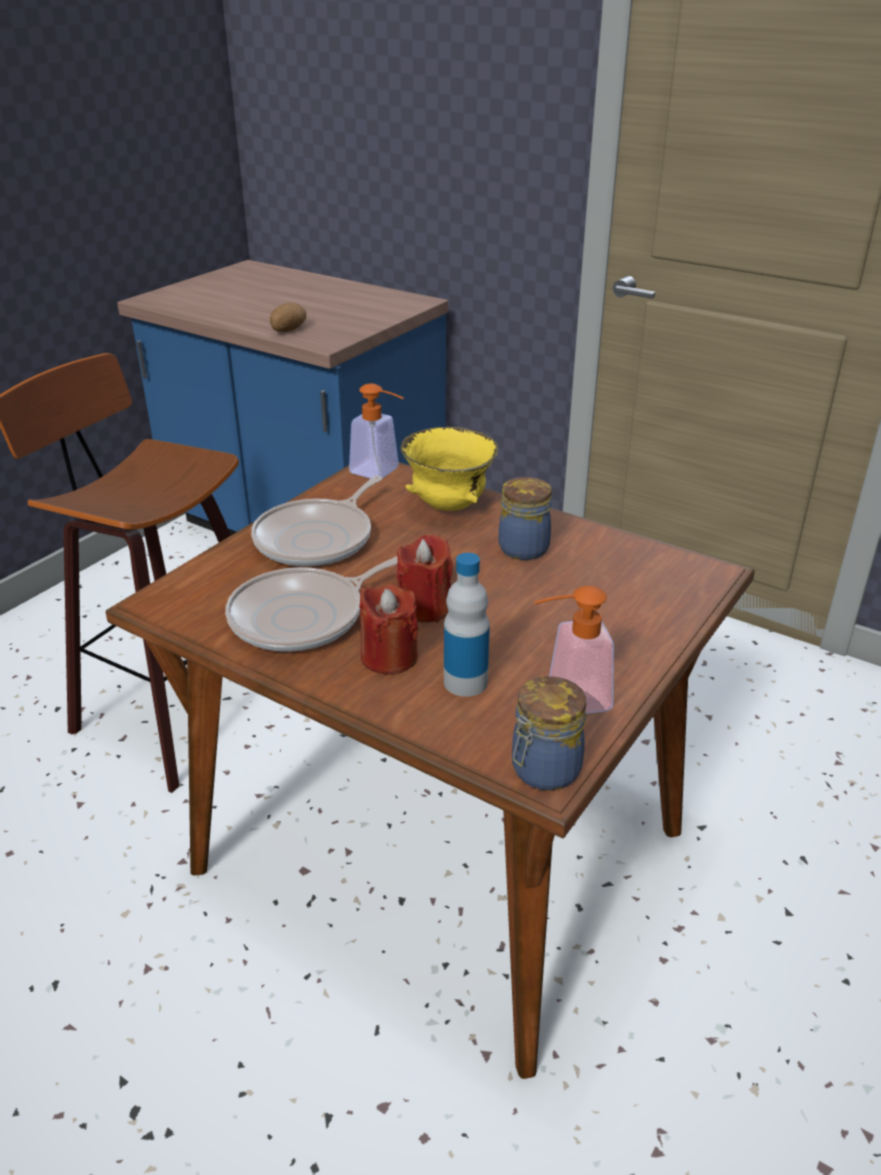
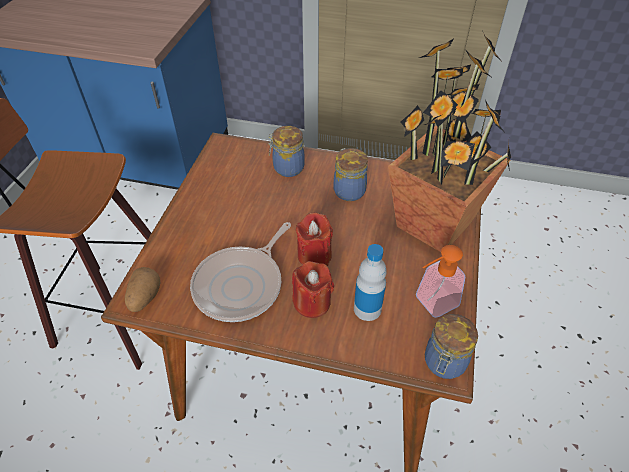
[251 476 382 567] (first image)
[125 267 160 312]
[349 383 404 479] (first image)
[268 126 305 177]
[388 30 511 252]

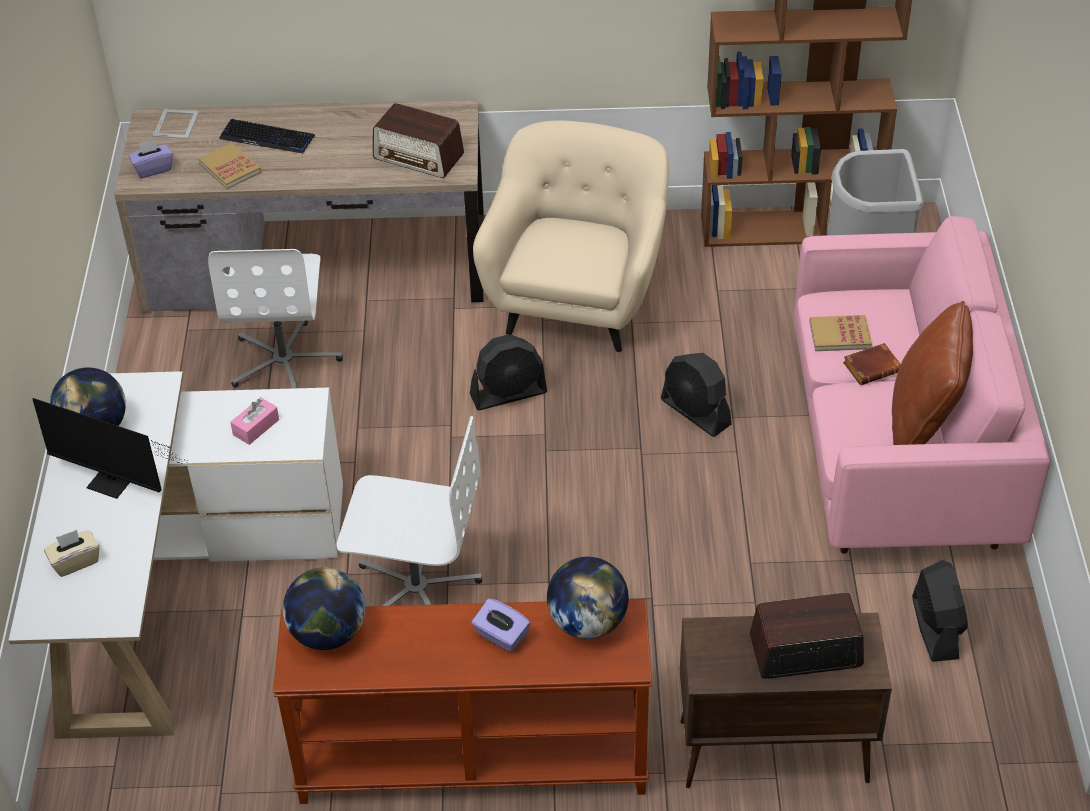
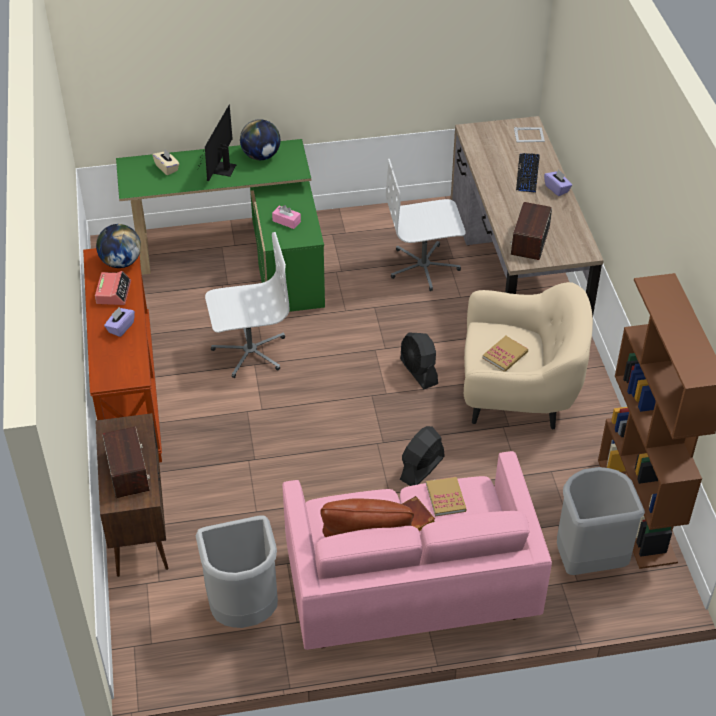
[116 139 325 312]
[544 169 572 196]
[483 336 528 372]
[205 232 289 378]
[547 557 629 639] (first image)
[196 516 278 628]
[95 271 131 305]

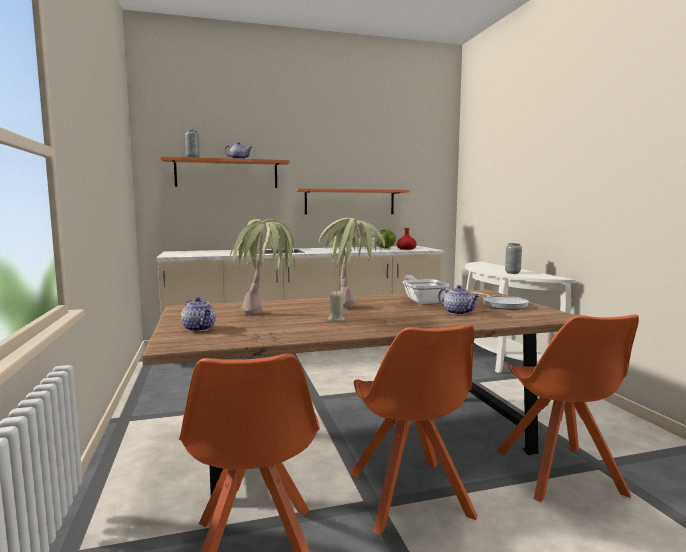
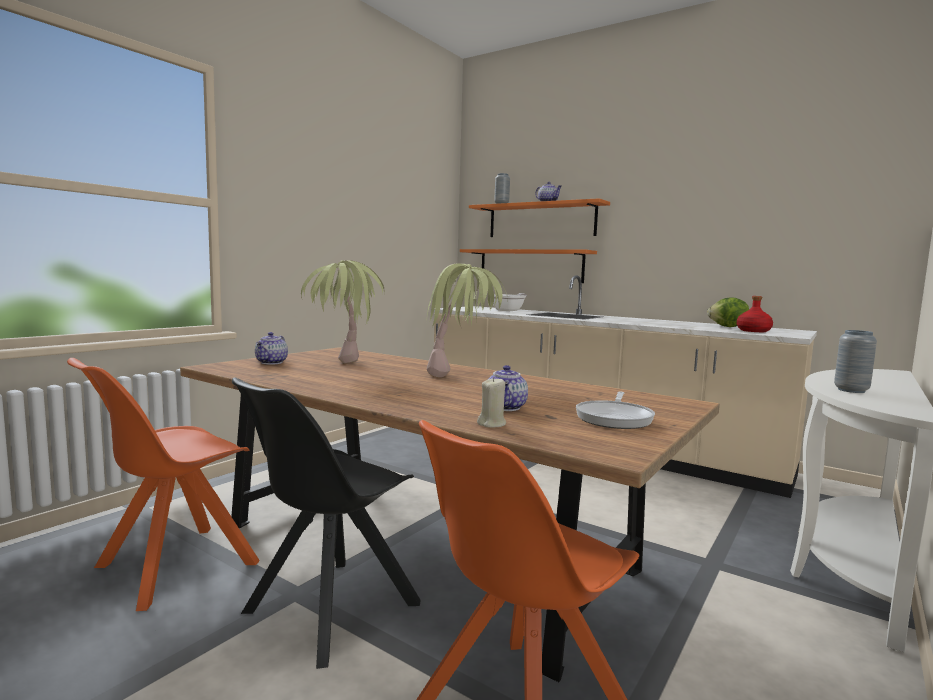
[460 249 597 283]
[477 377 506 428]
[232 377 421 669]
[493 293 527 311]

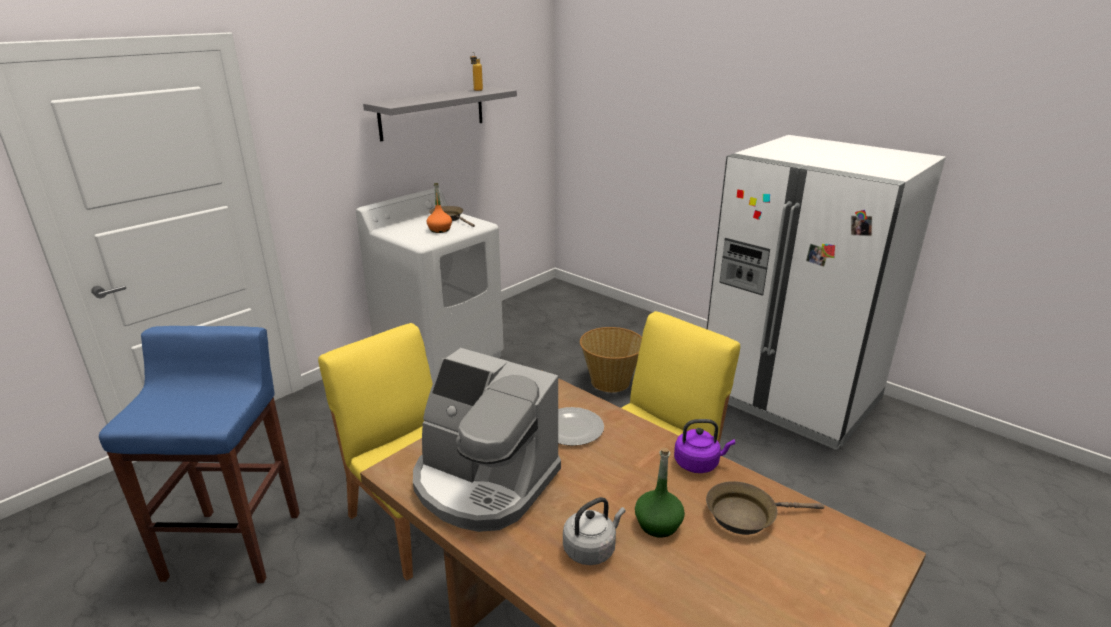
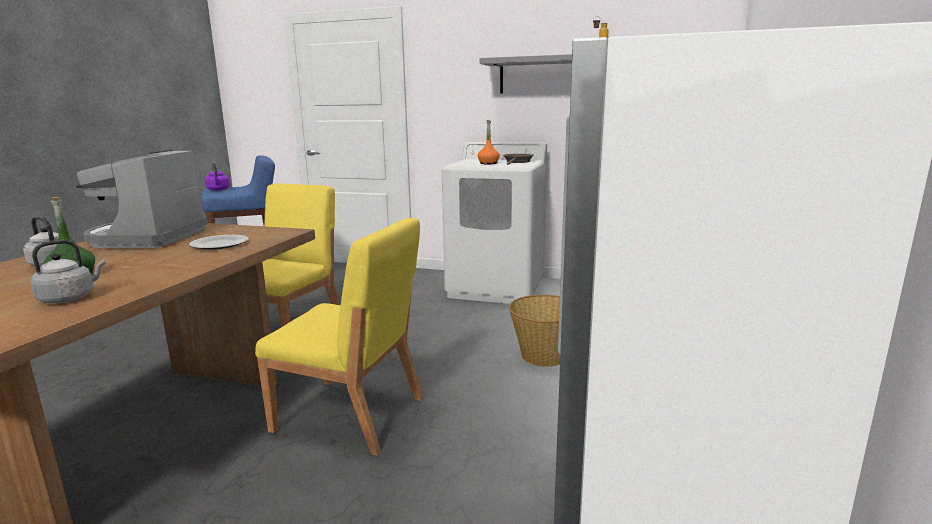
[205 162 230 191]
[30 240 106 303]

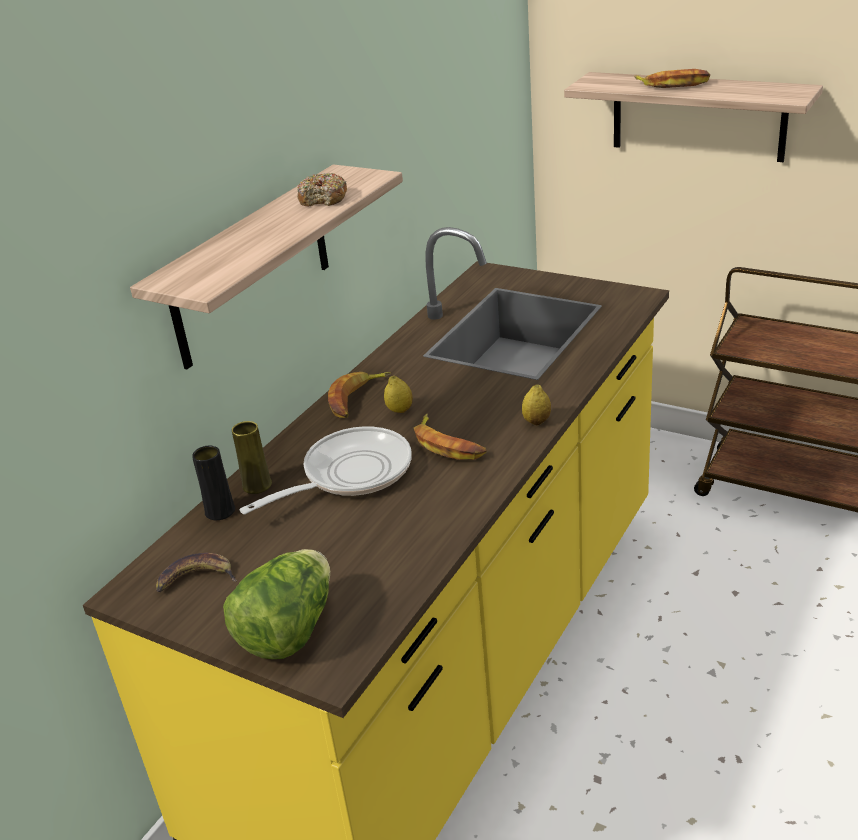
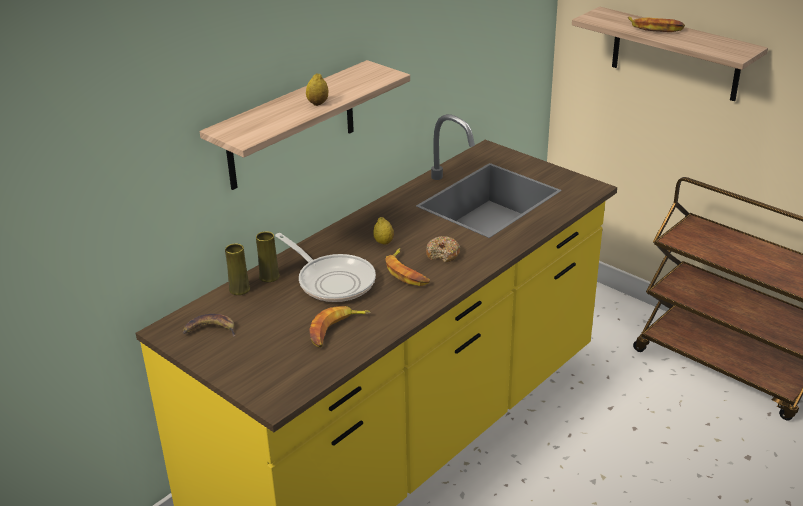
[225 243 250 295]
[223 549 330 659] (first image)
[275 233 376 302]
[426 236 460 263]
[309 306 371 347]
[306 73 328 106]

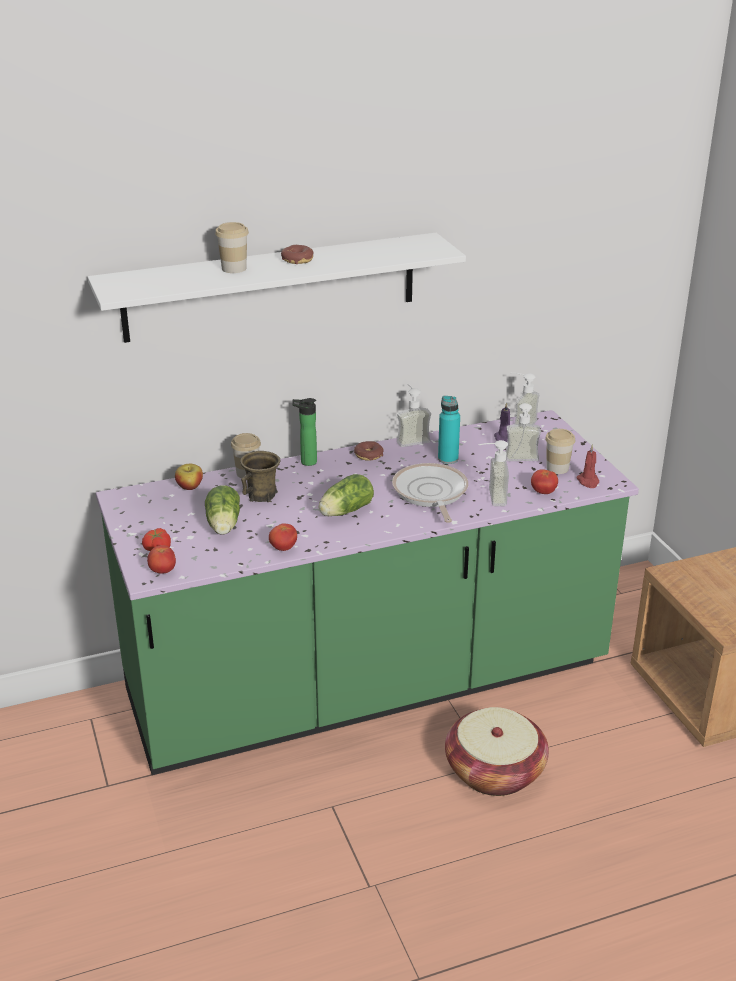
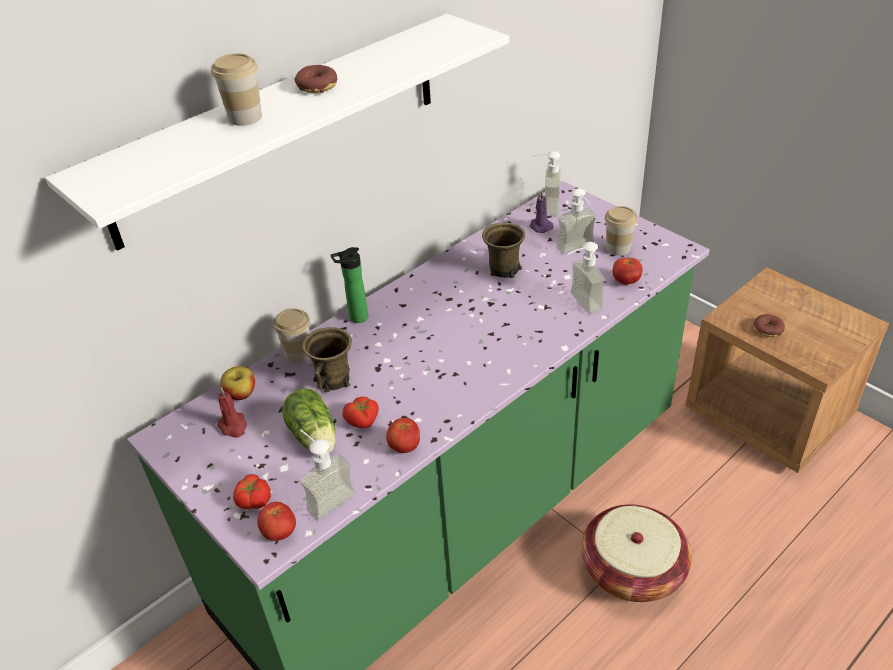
[318 474 374 516] (first image)
[754 314 785 337]
[392 463 468 523] (first image)
[299 430 356 521]
[482 223 525 278]
[217 387 247 438]
[342 397 379 428]

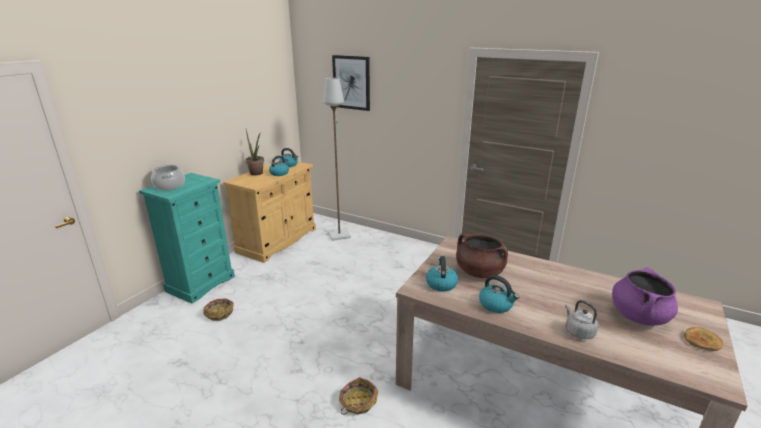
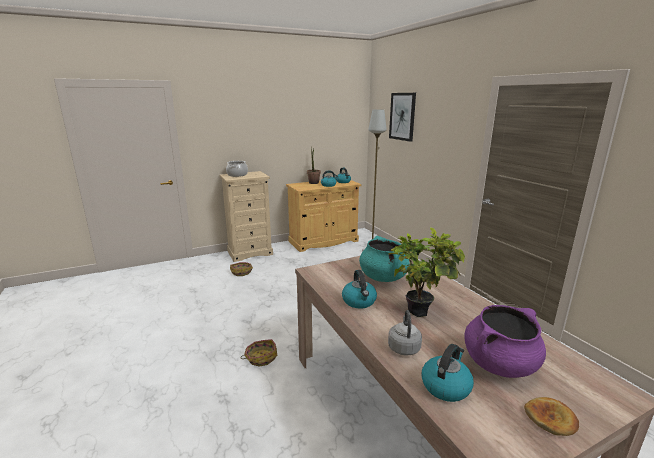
[219 171 273 262]
[421 344 474 402]
[359 236 410 282]
[388 227 465 317]

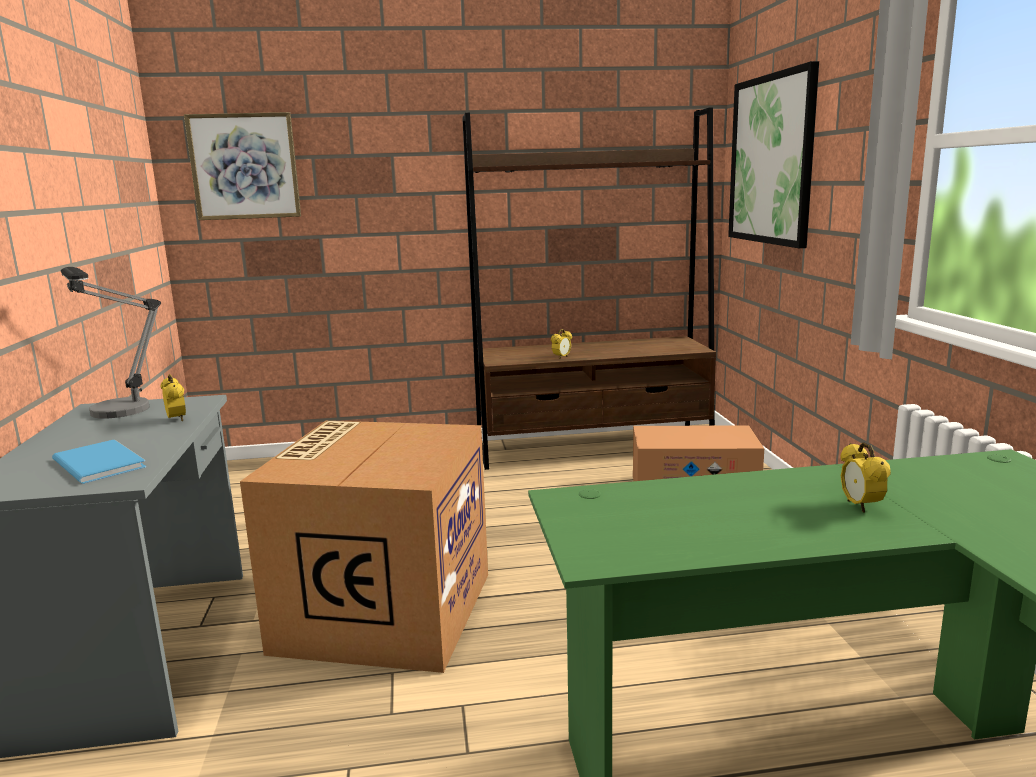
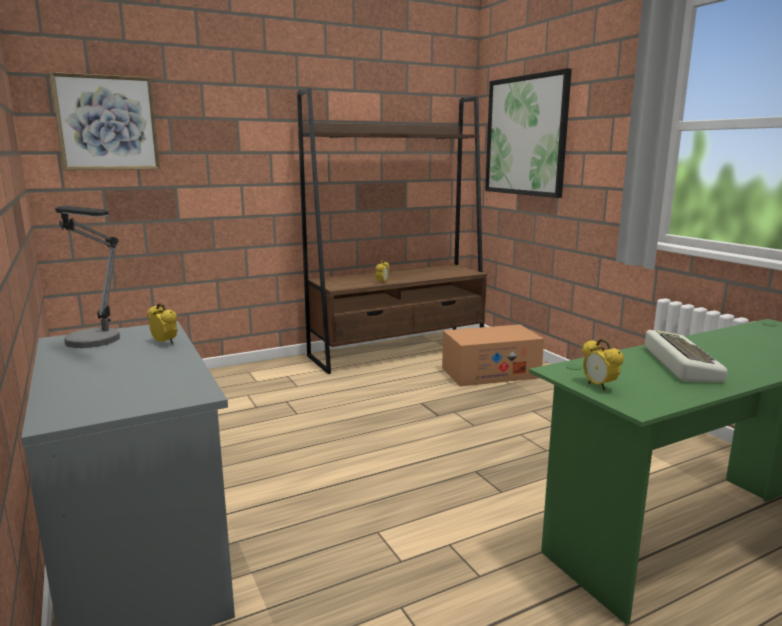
[52 440 146 484] (first image)
[240 421 488 673] (first image)
[582 339 624 391]
[645 330 728 383]

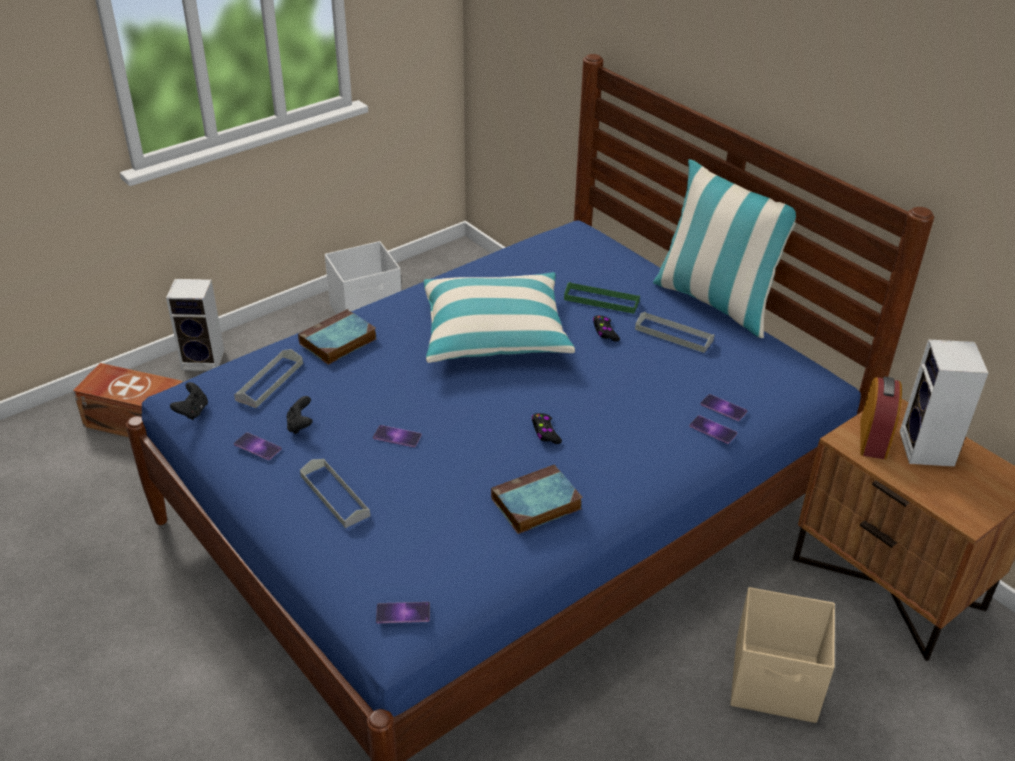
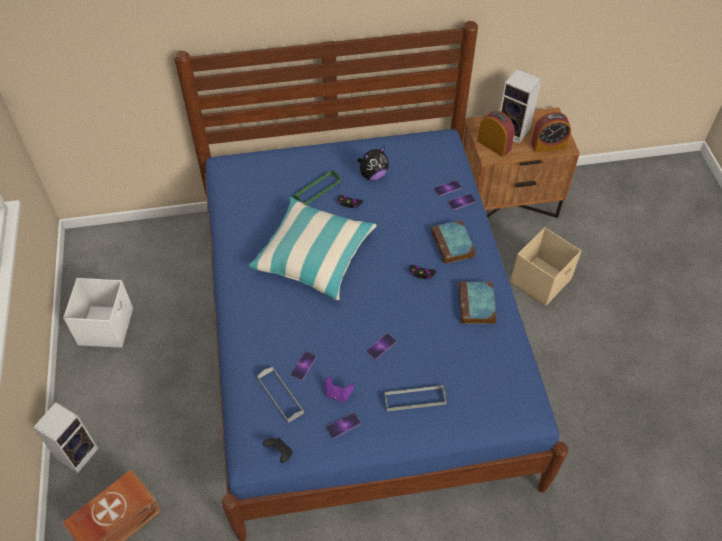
[325 376 354 402]
[431 220 476 264]
[290 351 317 381]
[357 146 389 180]
[653 159 796 338] (first image)
[531 112 571 152]

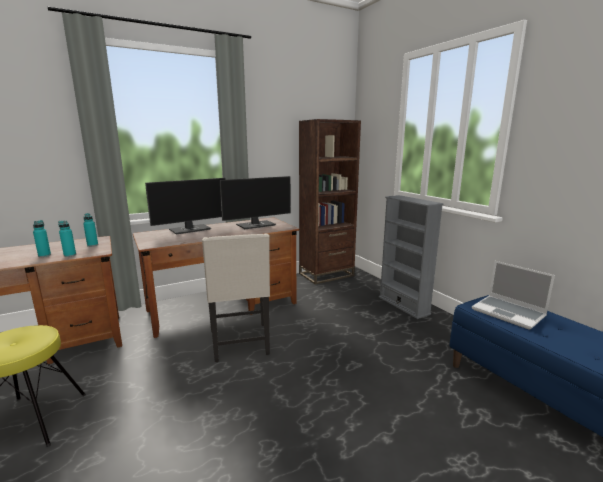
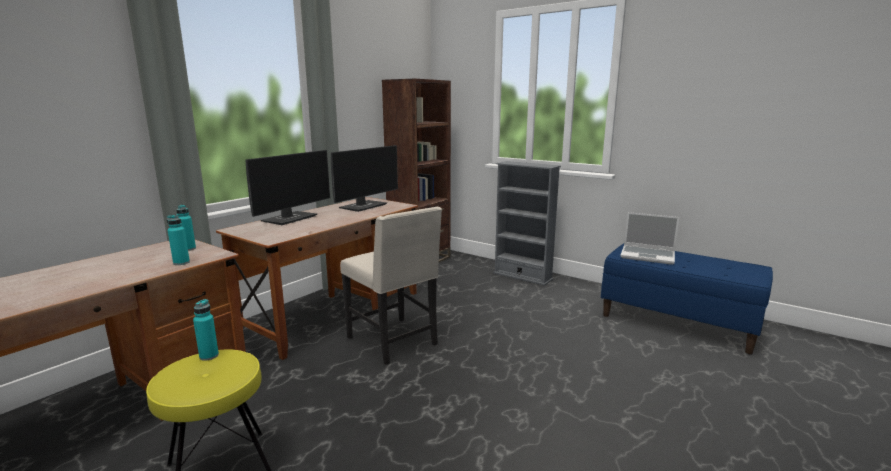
[193 299 219 361]

